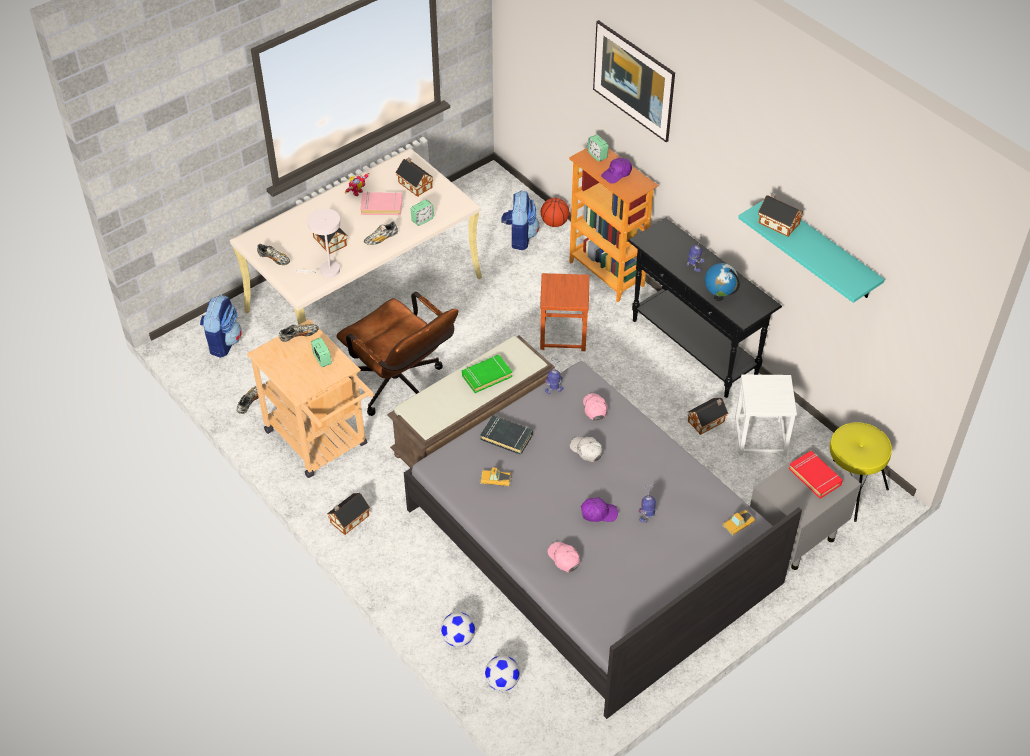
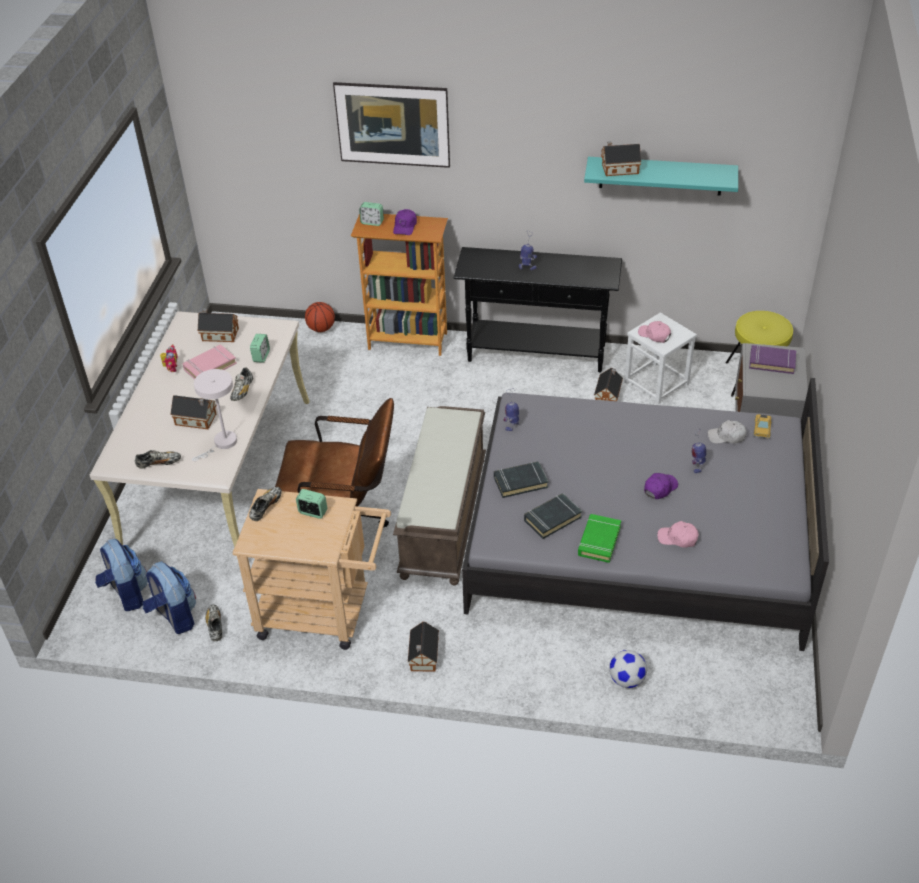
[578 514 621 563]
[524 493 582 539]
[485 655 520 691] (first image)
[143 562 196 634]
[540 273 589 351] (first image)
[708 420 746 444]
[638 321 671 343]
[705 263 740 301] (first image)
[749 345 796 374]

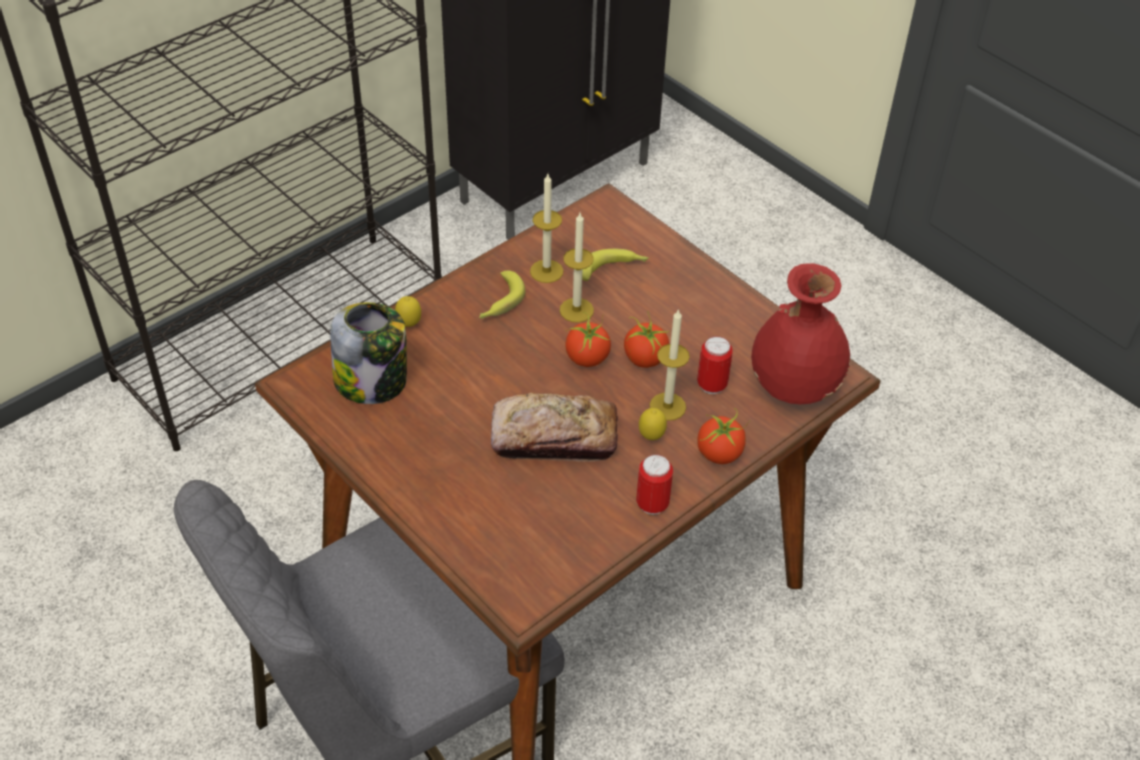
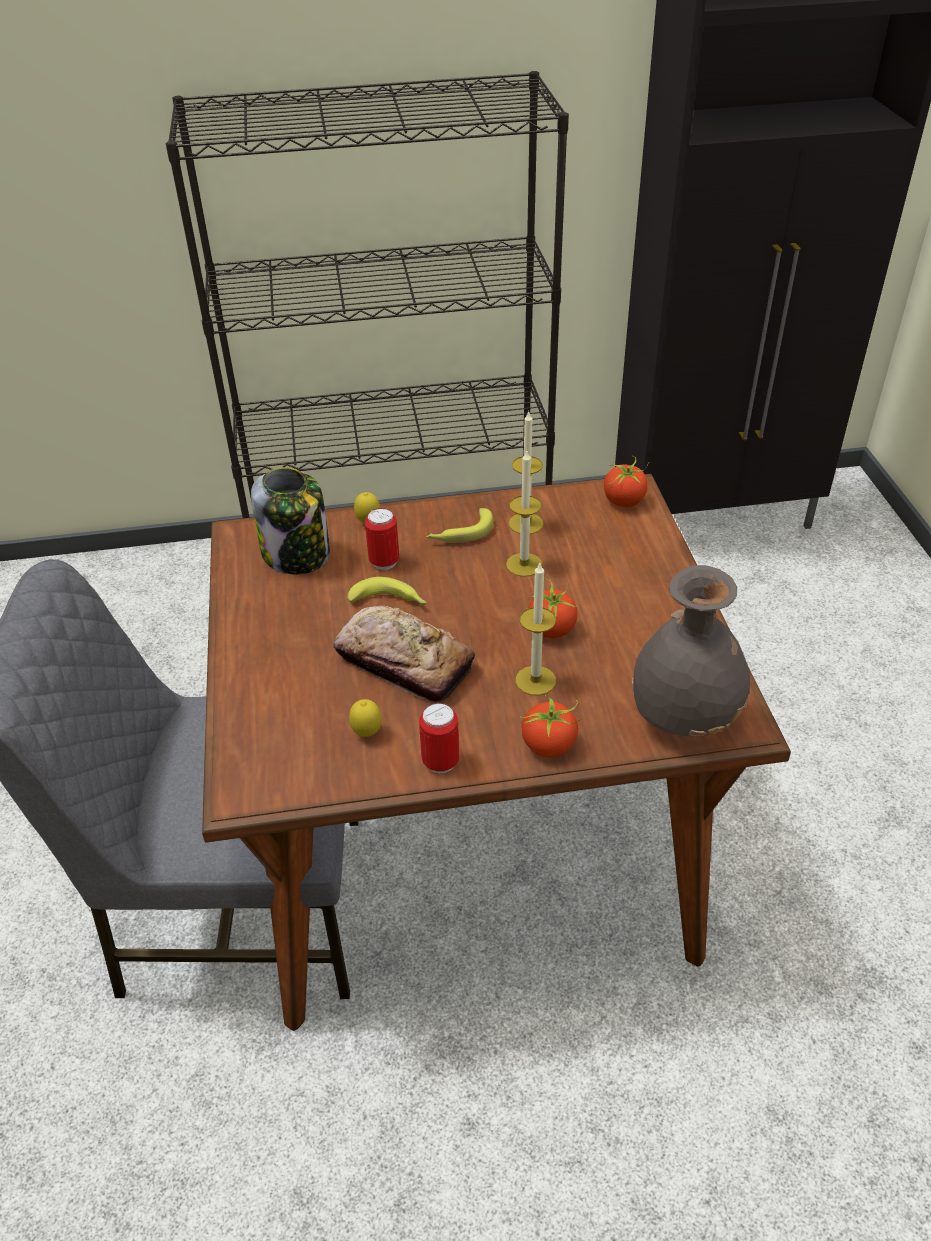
[604 456 650 507]
[347 577 427 606]
[349 699 382 737]
[365 508 399 570]
[632 565 750 736]

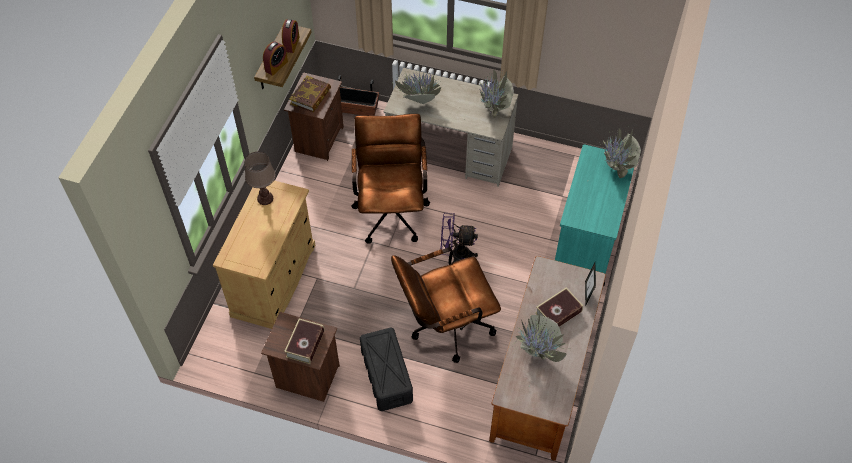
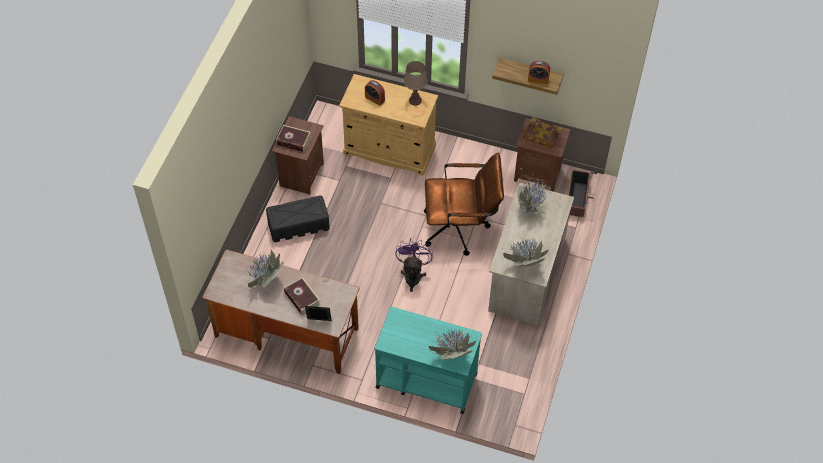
[365 80 385 106]
[391 247 501 363] (first image)

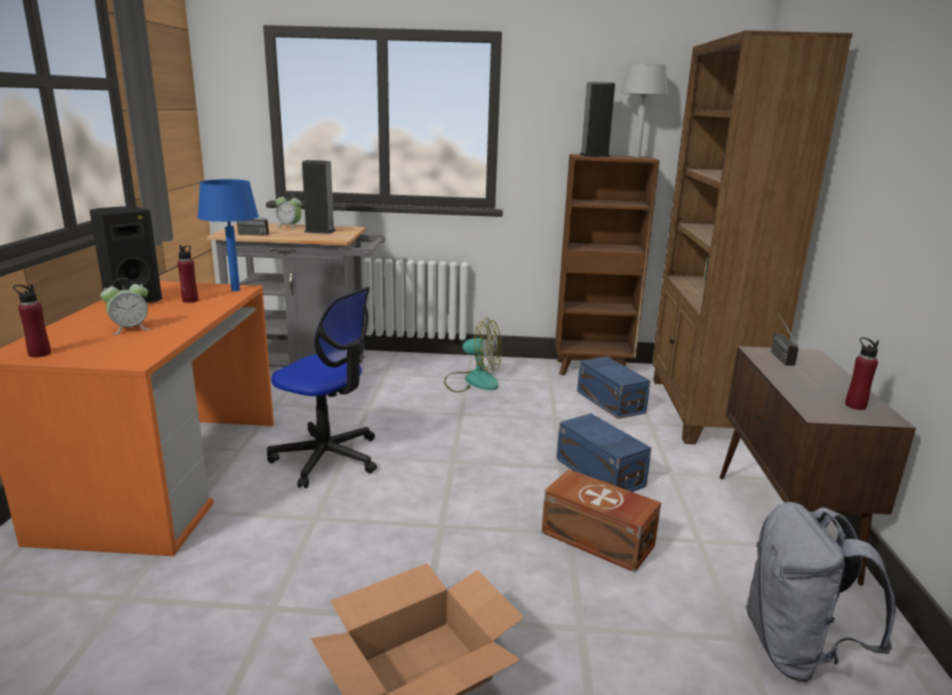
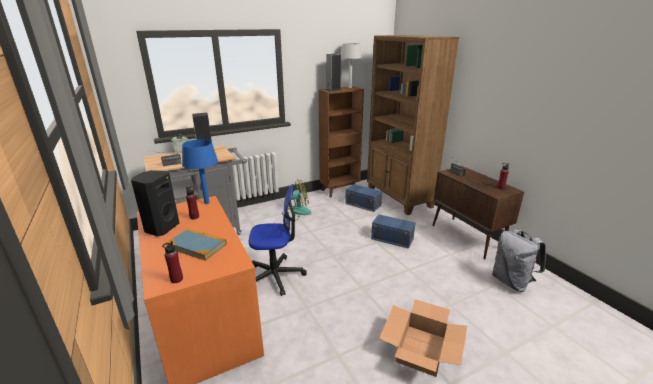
[166 228 227 261]
[541 469 661 572] (first image)

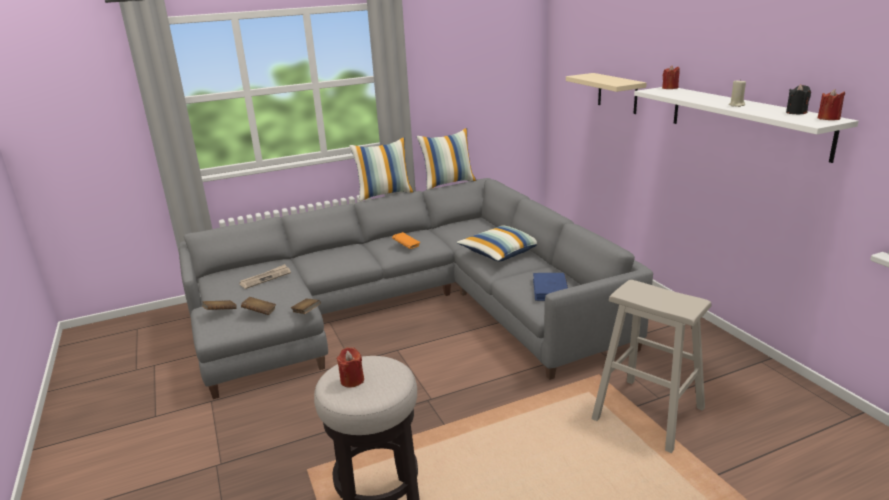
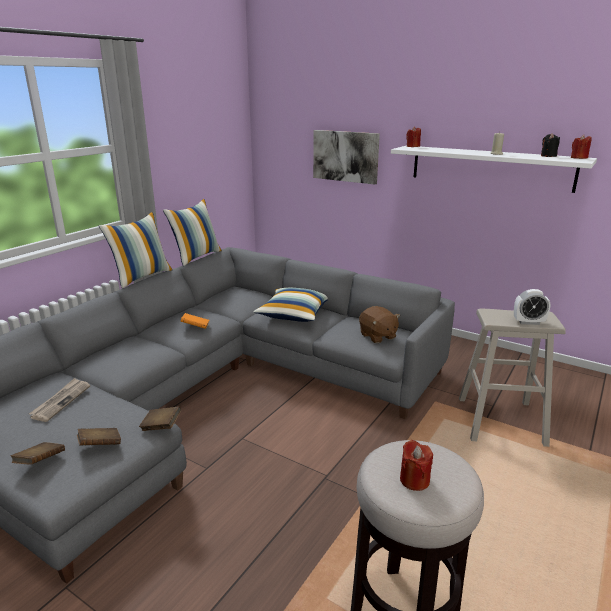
[359 306 400 343]
[313 130 380 185]
[514 289 550 325]

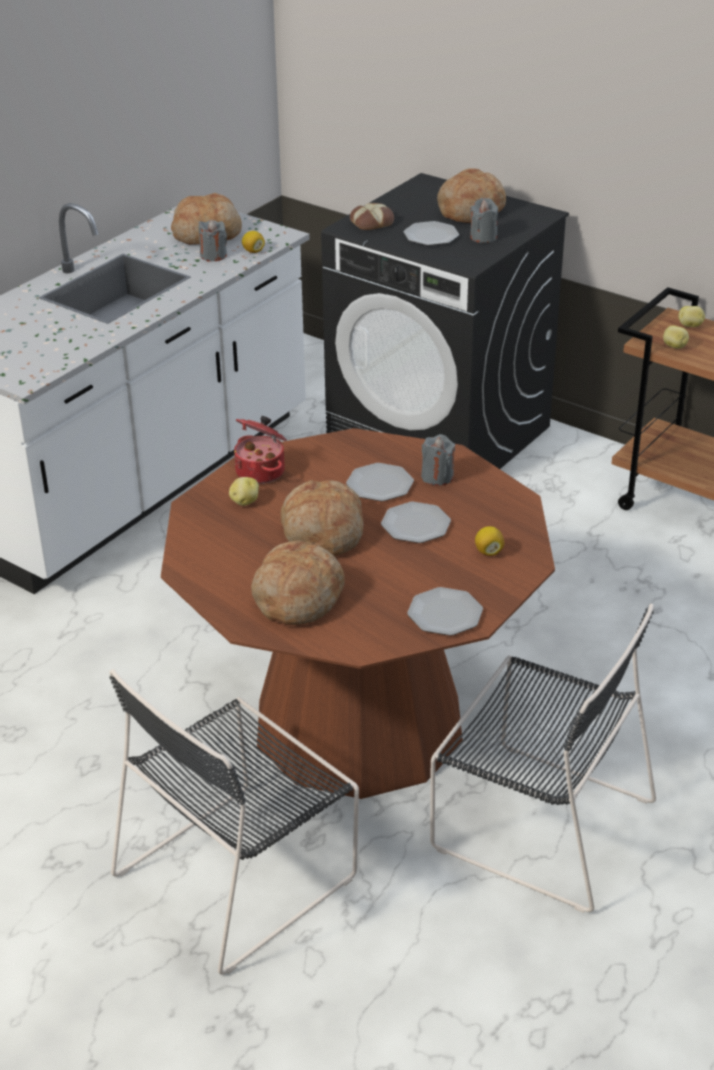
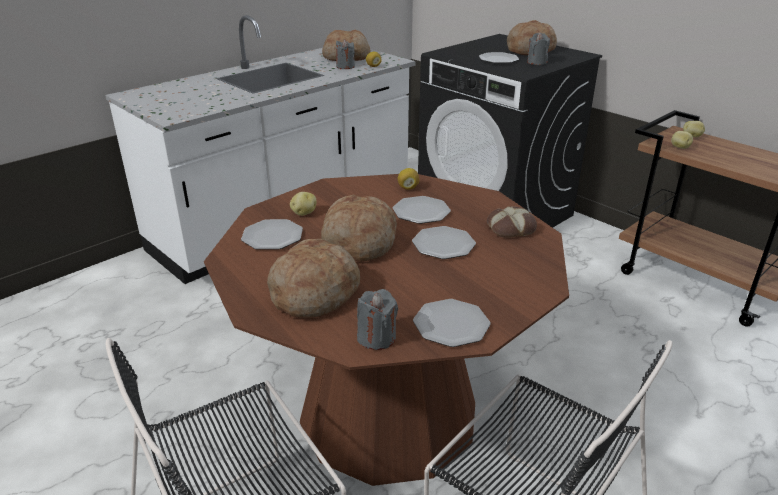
[234 416 287 484] (first image)
[487 206 537 238]
[357 289 398 350]
[398 168 419 190]
[241 219 303 250]

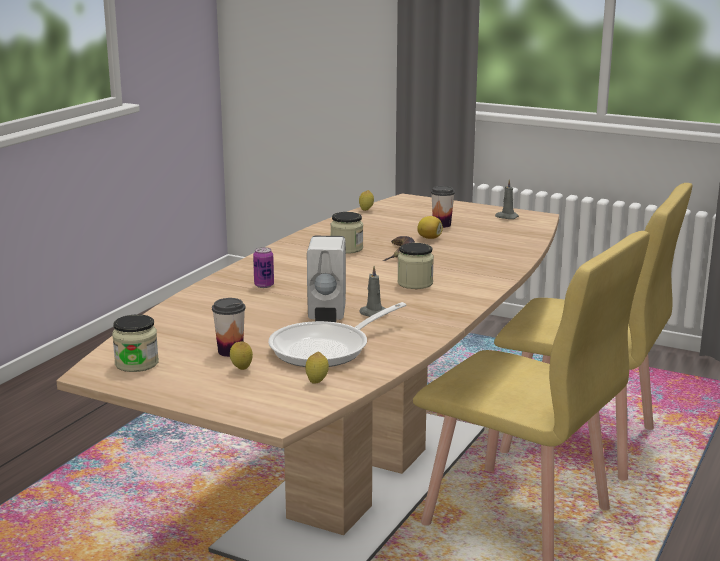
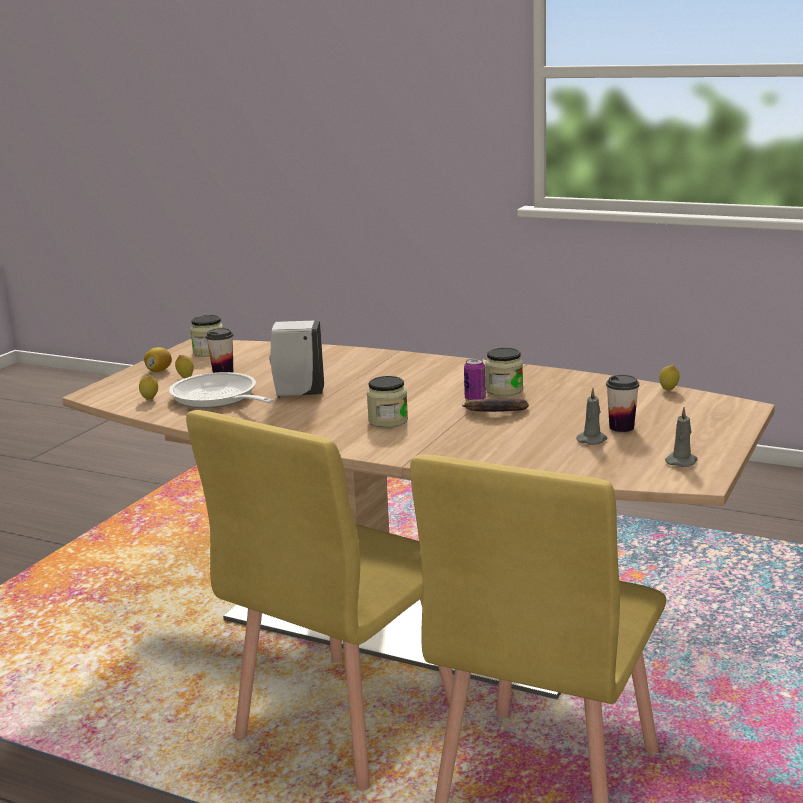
[464 359 486 401]
[576 388 607 445]
[144 347 172 372]

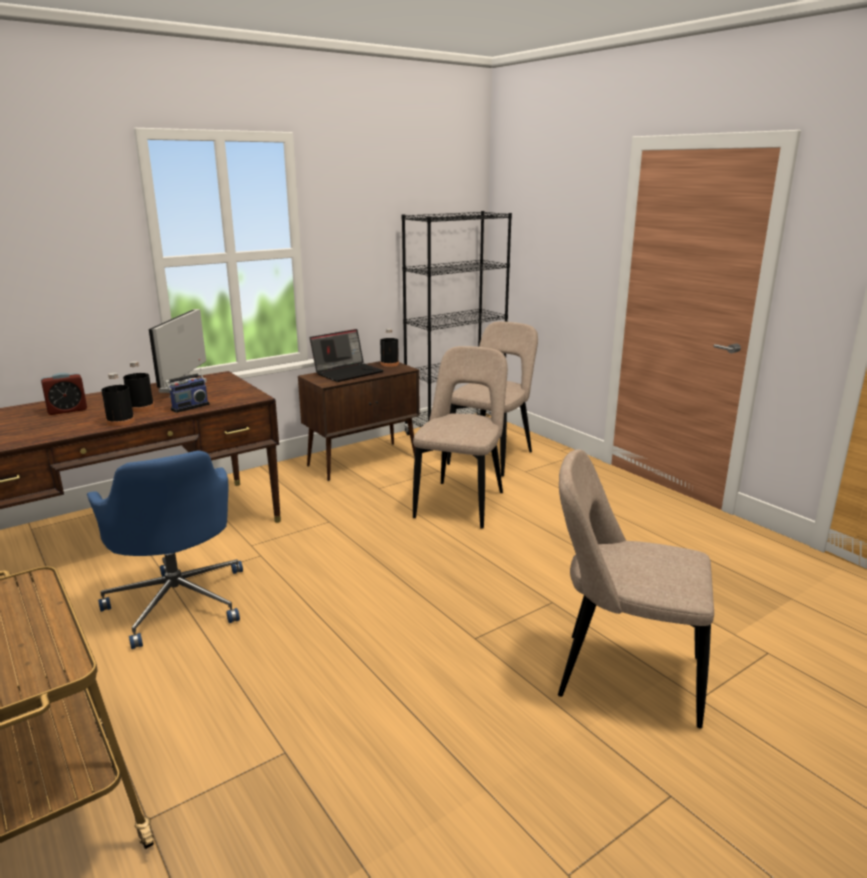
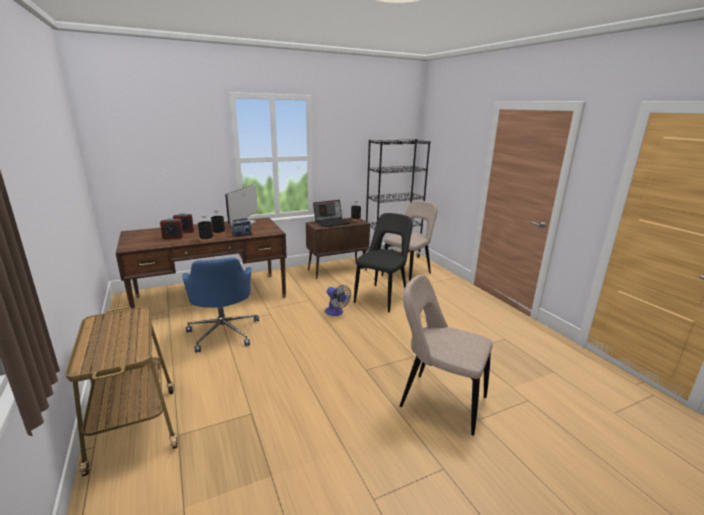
[354 213 413 313]
[160 218 183 239]
[325 285 351 316]

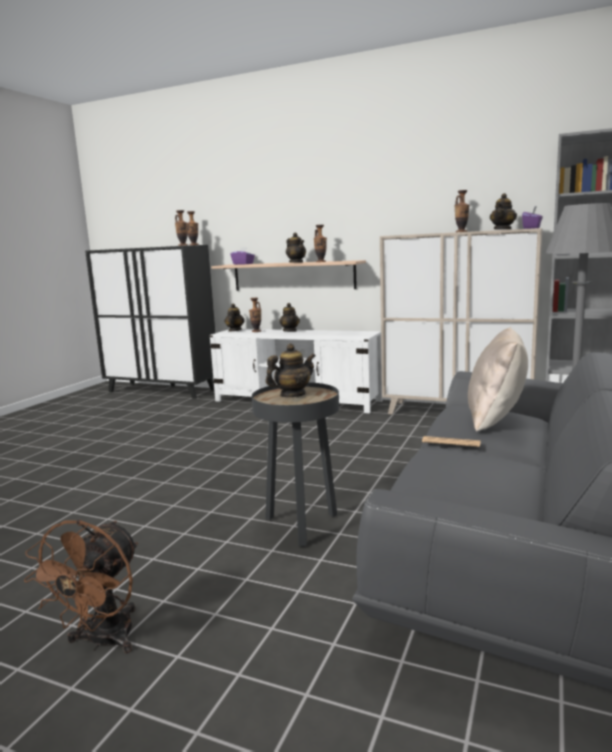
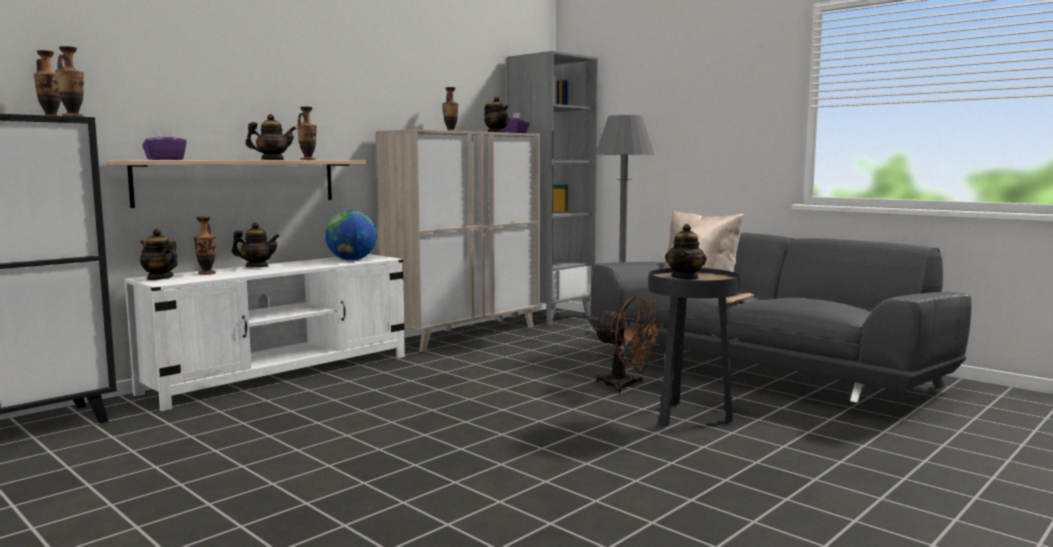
[593 295 664 394]
[665 224 707 280]
[325 210 377 261]

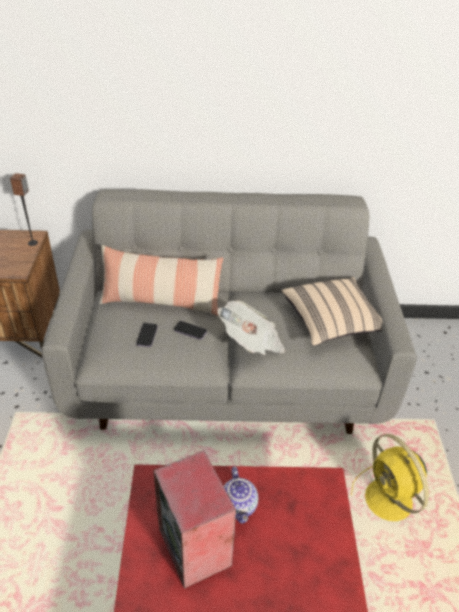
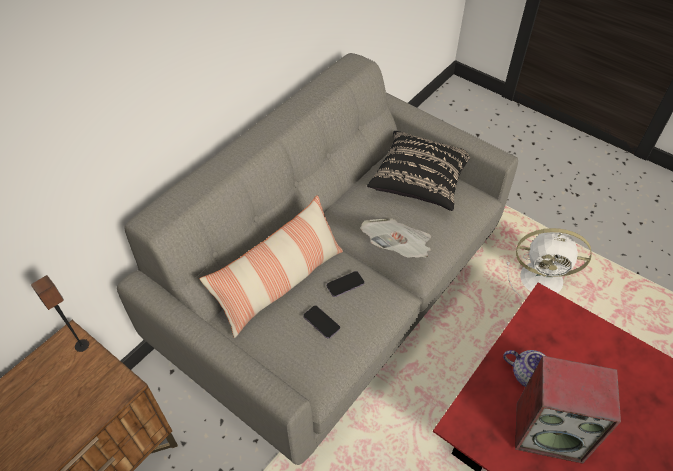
[367 131 470 211]
[507 228 592 299]

